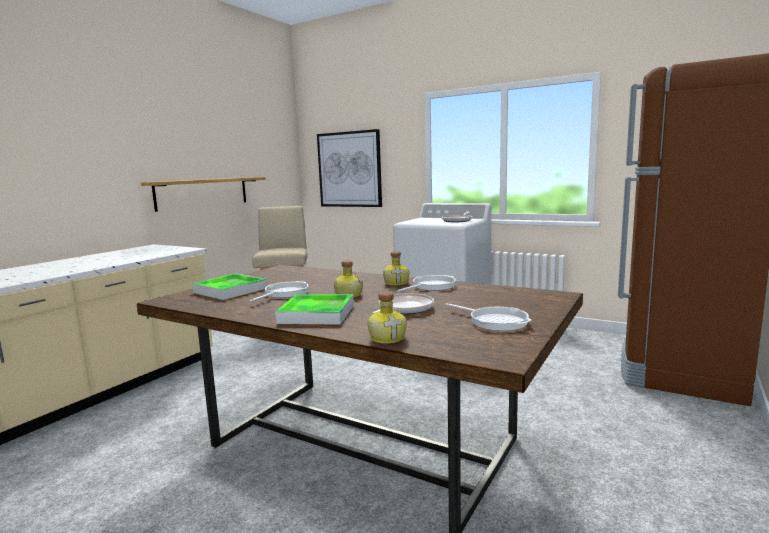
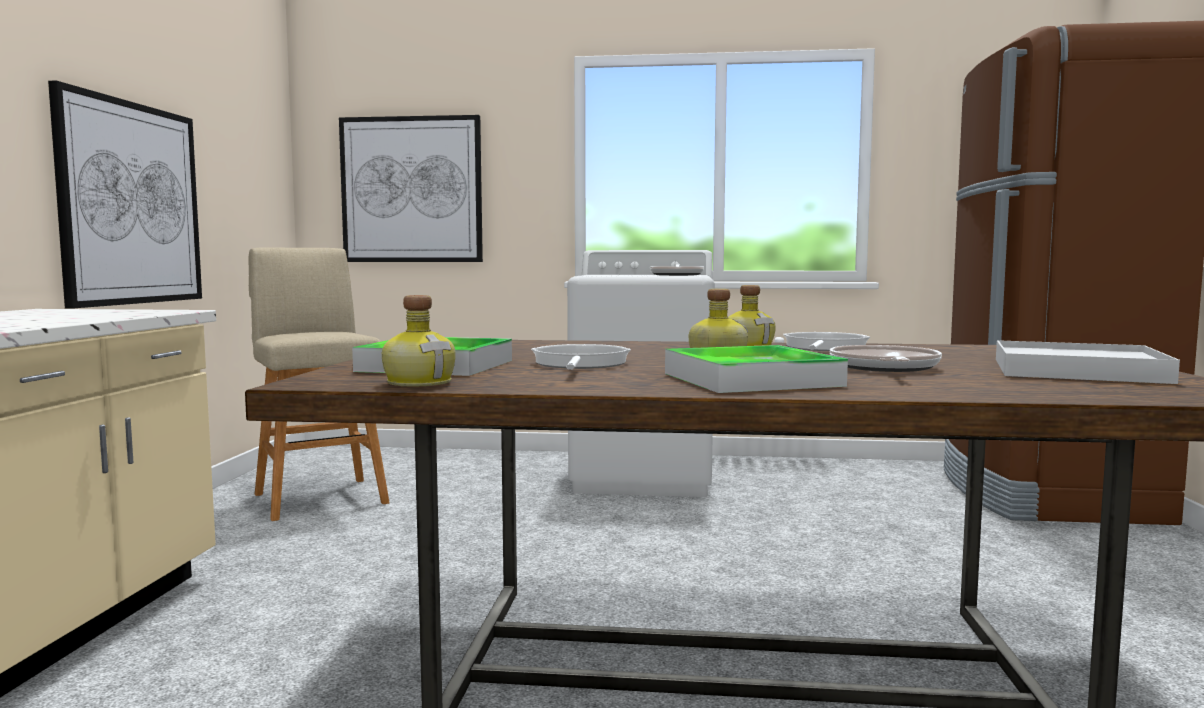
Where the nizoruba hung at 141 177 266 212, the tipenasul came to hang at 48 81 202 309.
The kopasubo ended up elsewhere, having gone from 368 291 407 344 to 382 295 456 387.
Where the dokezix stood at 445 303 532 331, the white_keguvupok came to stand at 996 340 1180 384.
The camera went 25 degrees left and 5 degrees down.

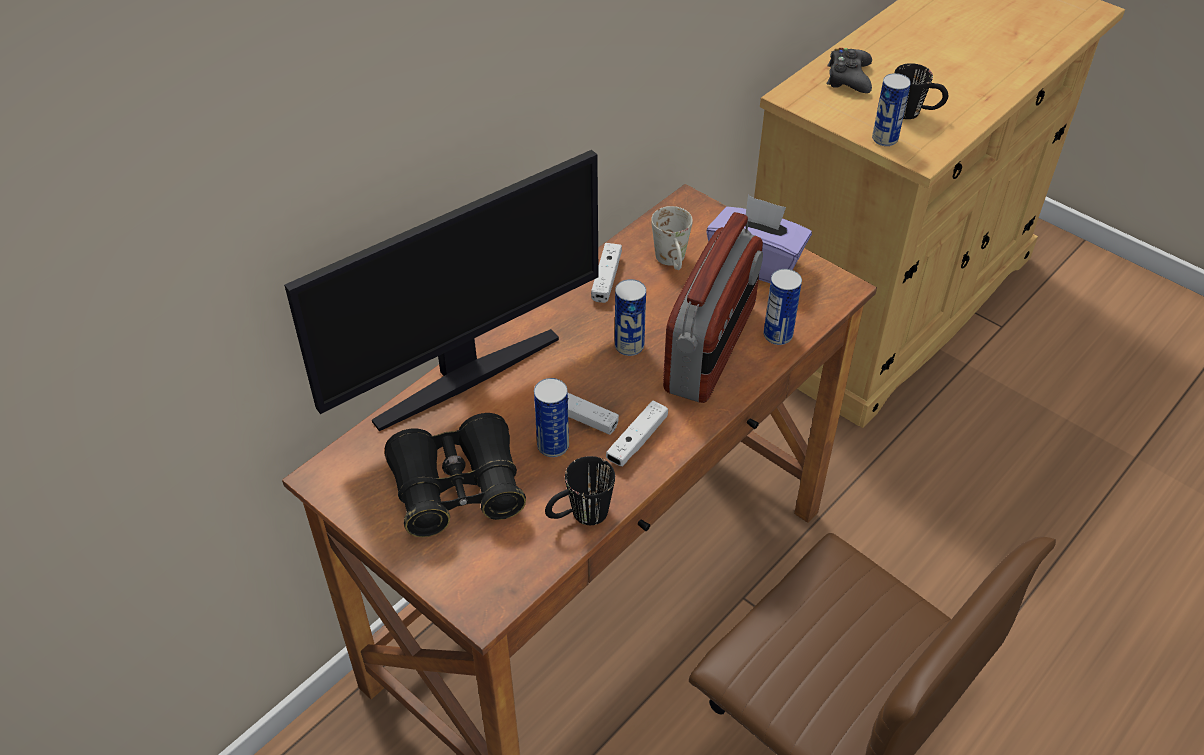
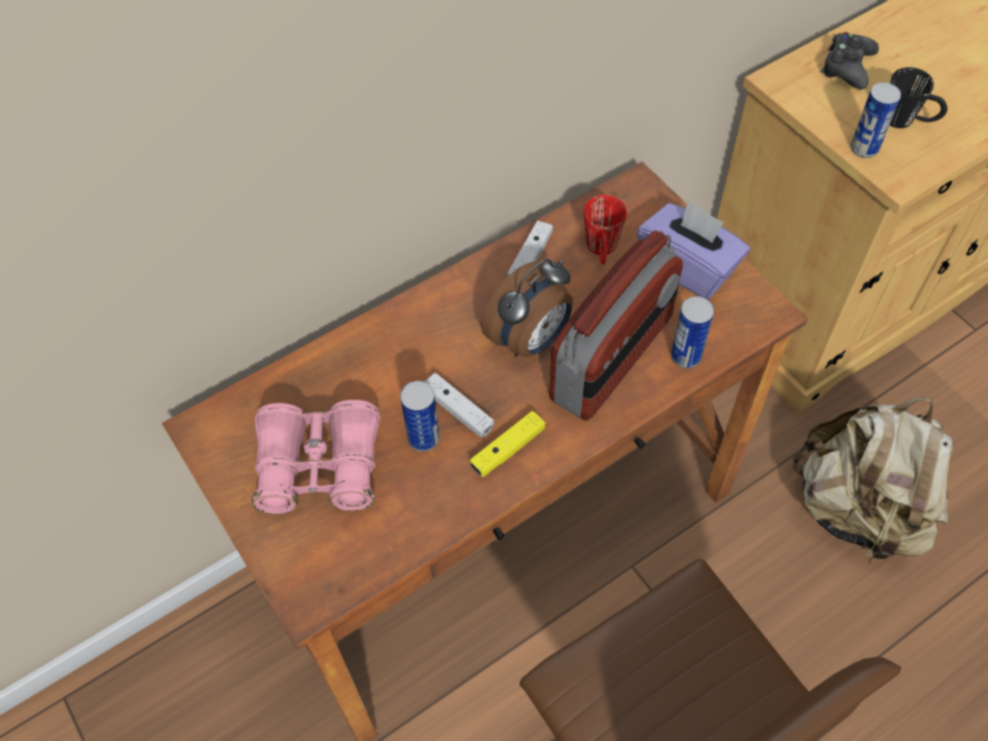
The second view lost the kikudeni at 284 150 599 431.
What was the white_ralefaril at 651 206 693 270 turned into the red_ralefaril at 584 195 627 265.
Where the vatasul stood at 615 279 646 356, the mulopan came to stand at 481 259 573 357.
What was the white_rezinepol at 606 401 668 466 turned into the yellow_rezinepol at 470 411 545 477.
What was the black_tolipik at 385 413 526 537 turned into the pink_tolipik at 251 400 380 515.
The second view lost the black_ralefaril at 545 456 615 525.
The second view gained the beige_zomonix at 793 397 954 565.
The camera went 15 degrees right and 10 degrees up.

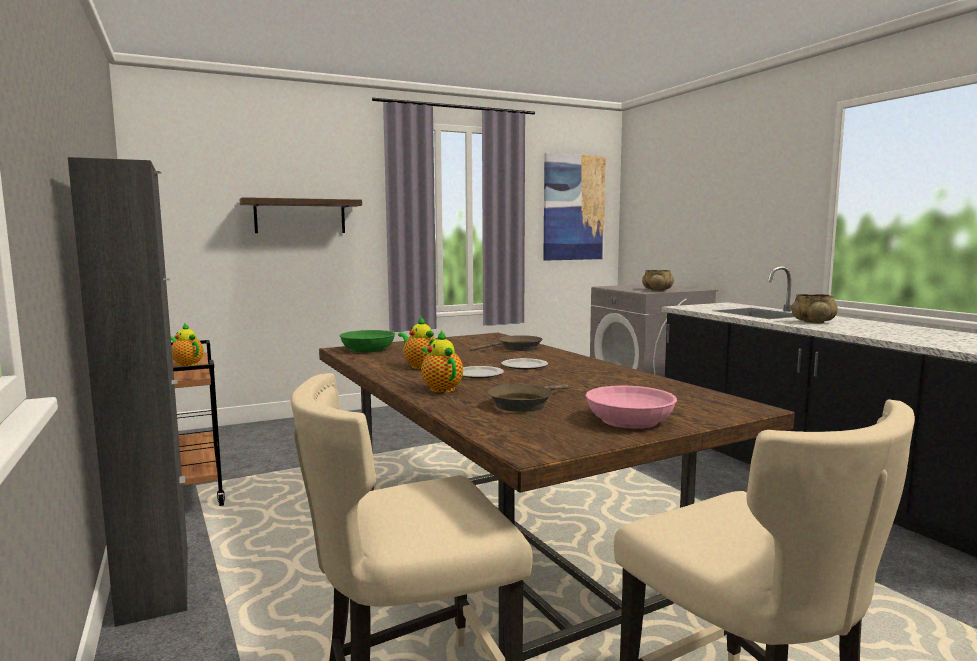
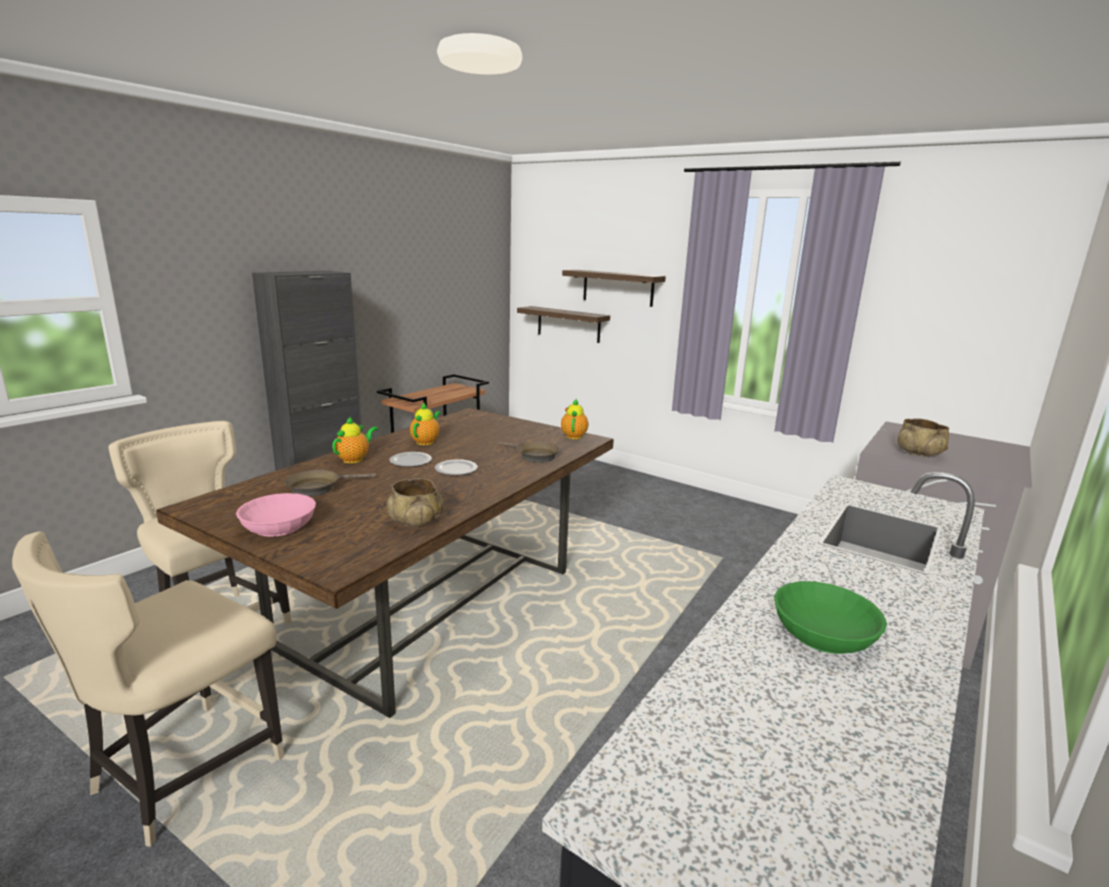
The second view lost the tipenasul at 543 153 606 261.
The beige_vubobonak ended up elsewhere, having gone from 791 294 838 324 to 387 478 444 527.
The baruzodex ended up elsewhere, having gone from 171 323 204 366 to 561 399 588 439.
The green_vubobonak ended up elsewhere, having gone from 340 330 395 352 to 774 581 887 654.
The brown_dokezix at 488 384 569 412 ended up facing another way, 45 degrees counterclockwise from before.
The second view gained the nizoruba at 517 306 610 343.
The camera went 60 degrees right and 10 degrees up.

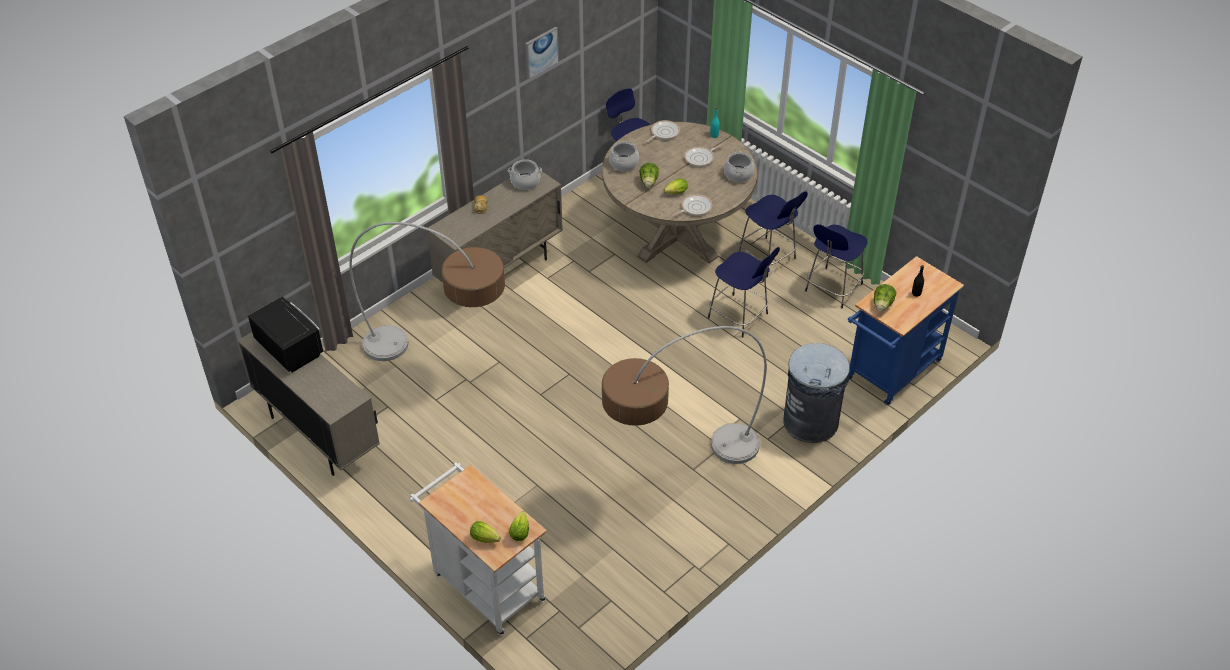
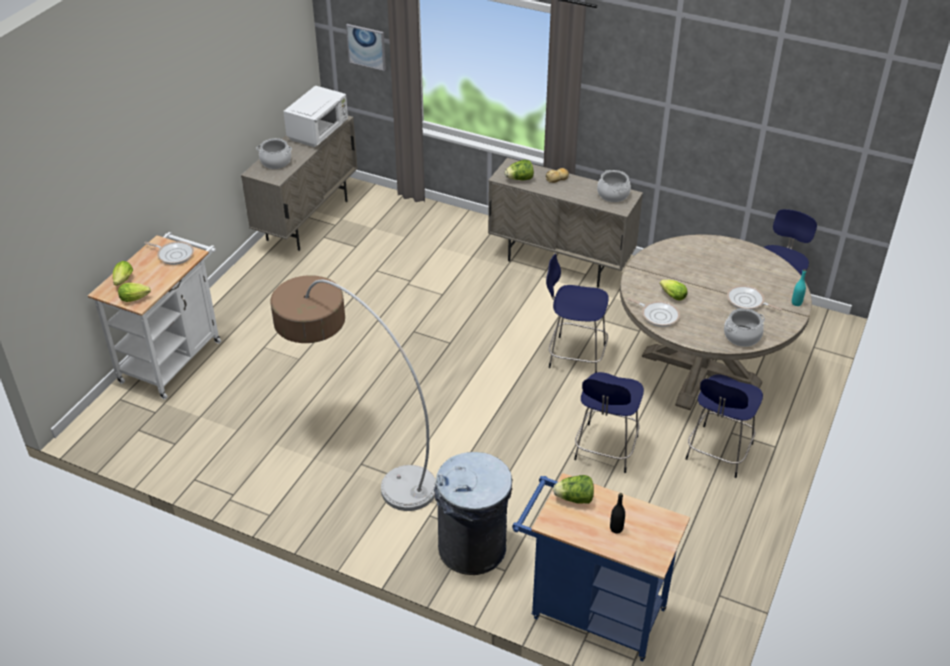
The tipenasul ended up elsewhere, having gone from 525 27 559 79 to 346 24 386 71.
The dokezix ended up elsewhere, having gone from 645 120 680 143 to 144 241 194 265.
The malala ended up elsewhere, having gone from 609 141 639 171 to 256 138 292 169.
The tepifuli ended up elsewhere, having gone from 640 163 659 187 to 505 160 534 181.
The second view lost the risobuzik at 349 222 505 361.
The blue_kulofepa ended up elsewhere, having gone from 805 224 868 309 to 546 253 609 373.
What was the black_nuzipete at 248 296 324 372 turned into the white_nuzipete at 283 86 348 147.
The camera went 70 degrees right and 5 degrees down.

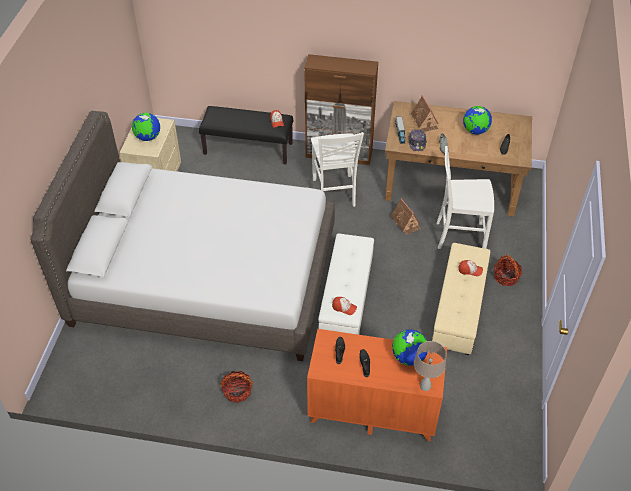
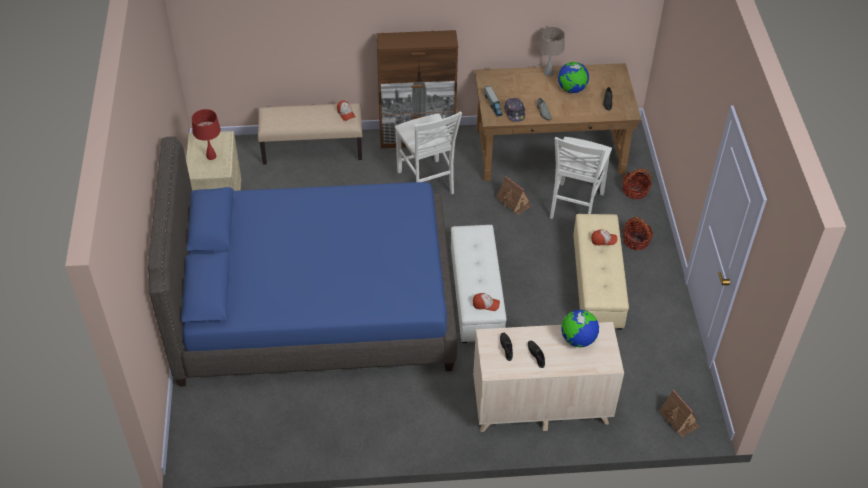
The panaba ended up elsewhere, having gone from 411 95 438 132 to 659 390 699 437.
What was the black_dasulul at 199 106 293 164 turned into the beige_dasulul at 258 103 362 165.
What was the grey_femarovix at 30 111 335 361 turned into the blue_femarovix at 148 136 457 387.
Where the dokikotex stood at 132 113 160 141, the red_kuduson came to stand at 192 109 221 160.
The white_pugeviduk at 436 146 494 249 ended up facing another way, 60 degrees counterclockwise from before.
What was the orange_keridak at 307 329 447 441 turned into the beige_keridak at 473 322 624 432.
The beige_kuduson ended up elsewhere, having gone from 414 341 446 391 to 538 27 565 76.
The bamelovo ended up elsewhere, having gone from 220 371 253 403 to 623 169 652 199.
The camera went 15 degrees left and 0 degrees up.

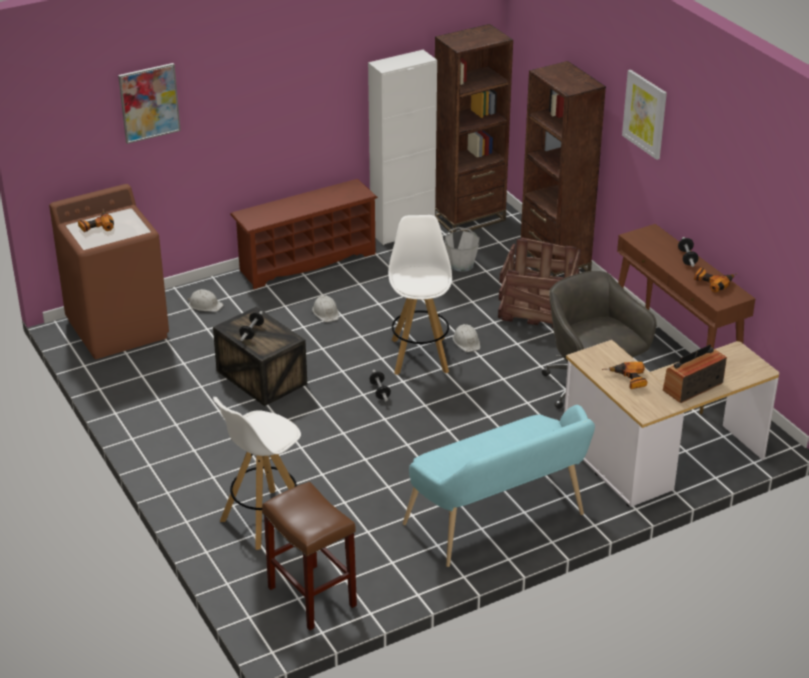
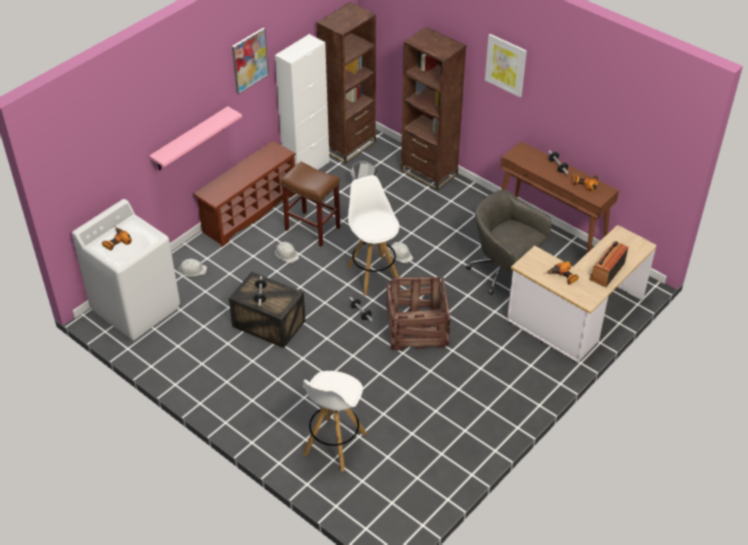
The tipenasul ended up elsewhere, having gone from 118 63 181 144 to 232 27 269 94.
What was the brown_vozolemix at 49 184 169 359 turned into the white_vozolemix at 72 199 180 340.
The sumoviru ended up elsewhere, having gone from 498 237 581 328 to 386 277 450 351.
The second view lost the turquoise_dasulul at 403 405 595 567.
The brown_kulofepa ended up elsewhere, having gone from 262 482 357 630 to 281 161 340 247.
The second view gained the pink_nizoruba at 149 106 242 170.
The camera went 20 degrees left and 10 degrees up.

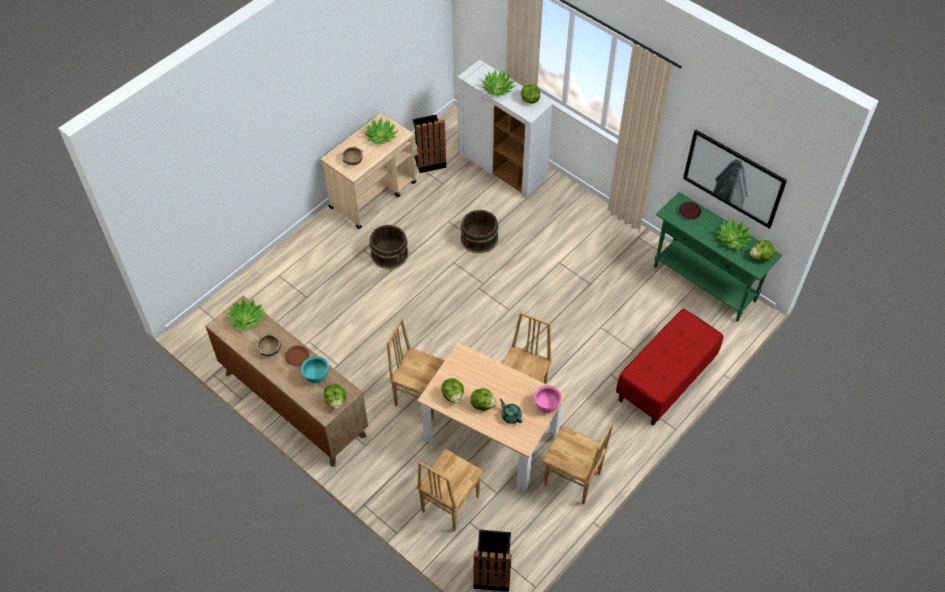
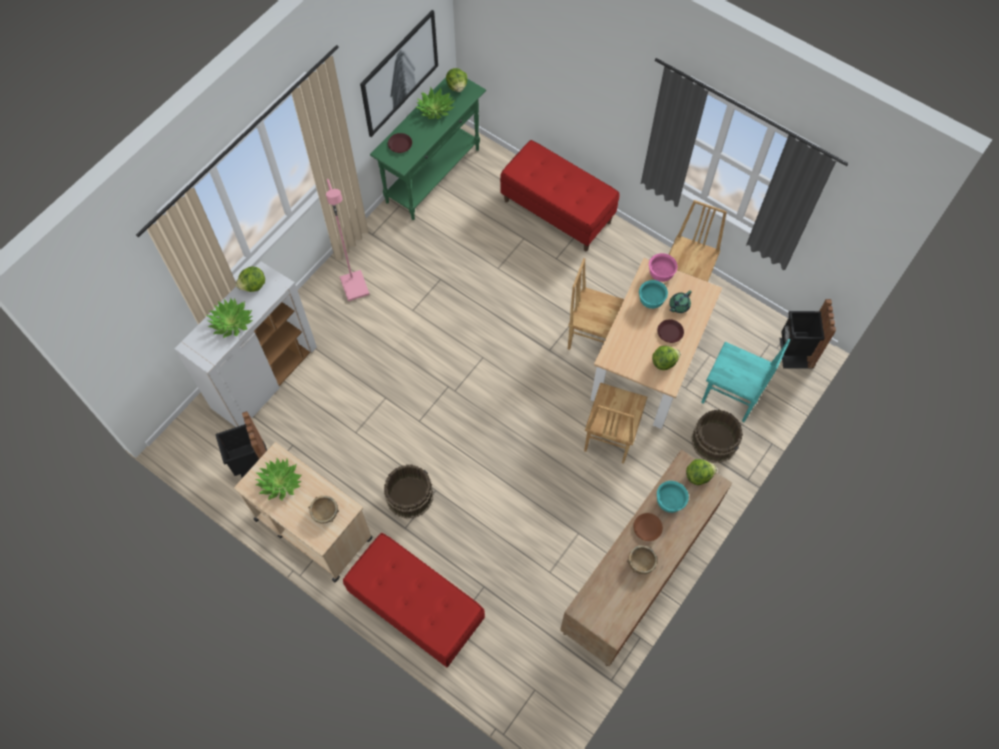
The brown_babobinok ended up elsewhere, having gone from 460 210 499 253 to 691 409 743 463.
The second view lost the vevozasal at 226 299 265 331.
Where the tepifuli stood at 470 388 497 411, the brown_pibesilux came to stand at 657 319 684 343.
What was the brown_pugeviduk at 417 448 484 532 turned into the turquoise_pugeviduk at 701 339 790 422.
The second view gained the pink_risobuzik at 326 179 370 301.
The second view gained the turquoise_vubobonak at 639 280 668 309.
The second view gained the red_dasulul at 343 533 485 667.
The camera went 95 degrees left and 10 degrees up.

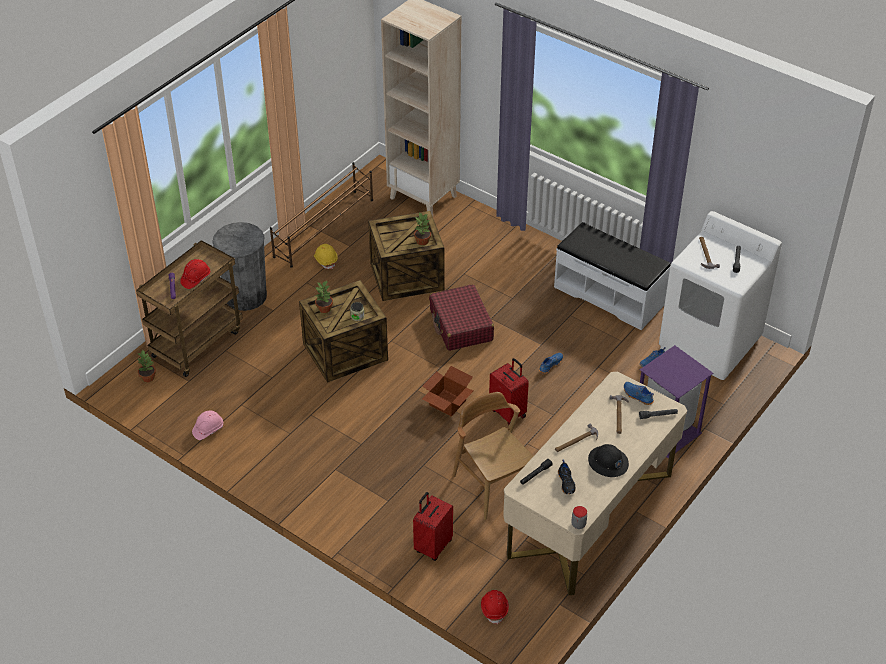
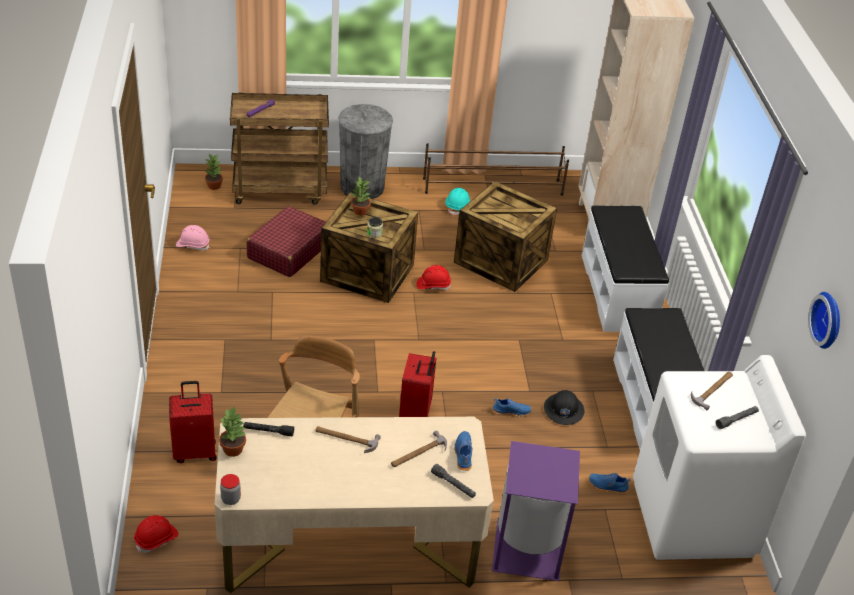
The vevozasal ended up elsewhere, having gone from 414 212 431 245 to 219 405 246 457.
What was the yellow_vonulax at 314 244 338 269 turned into the turquoise_vonulax at 446 188 470 216.
The red_vonulax ended up elsewhere, having gone from 180 259 210 289 to 416 265 451 290.
The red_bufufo ended up elsewhere, having gone from 429 284 494 351 to 247 206 326 277.
The second view lost the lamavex at 422 366 473 416.
The black_vonulax ended up elsewhere, having gone from 588 444 629 477 to 544 390 584 425.
The second view lost the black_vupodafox at 558 460 576 494.
The second view gained the white_dasulul at 582 205 669 332.
The second view gained the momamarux at 808 292 840 349.
The camera went 45 degrees right and 5 degrees down.

